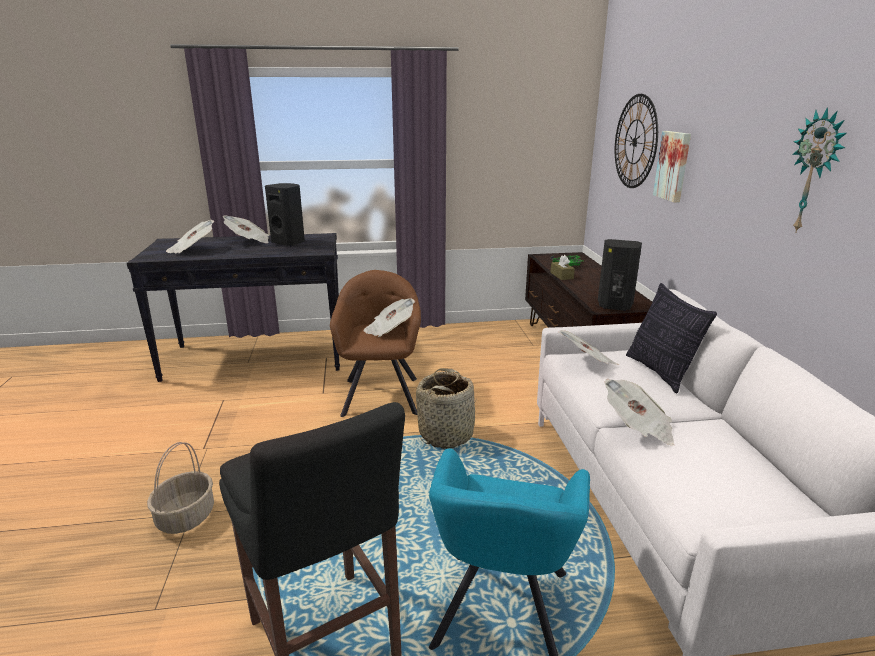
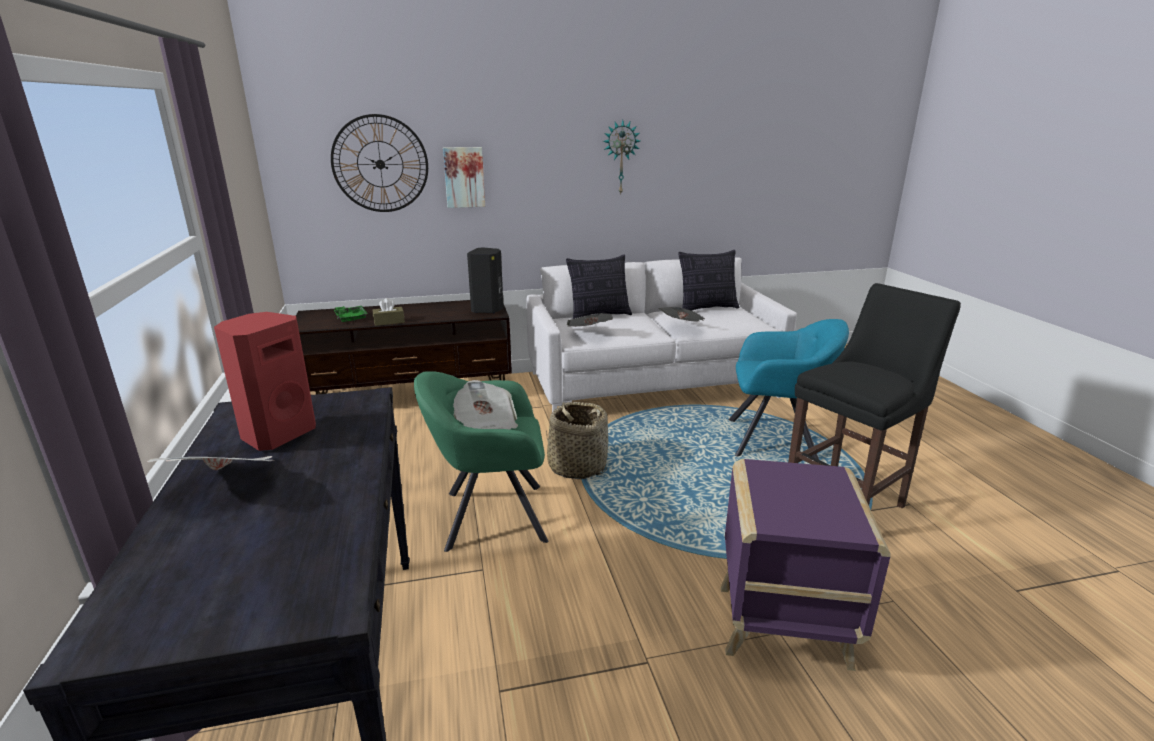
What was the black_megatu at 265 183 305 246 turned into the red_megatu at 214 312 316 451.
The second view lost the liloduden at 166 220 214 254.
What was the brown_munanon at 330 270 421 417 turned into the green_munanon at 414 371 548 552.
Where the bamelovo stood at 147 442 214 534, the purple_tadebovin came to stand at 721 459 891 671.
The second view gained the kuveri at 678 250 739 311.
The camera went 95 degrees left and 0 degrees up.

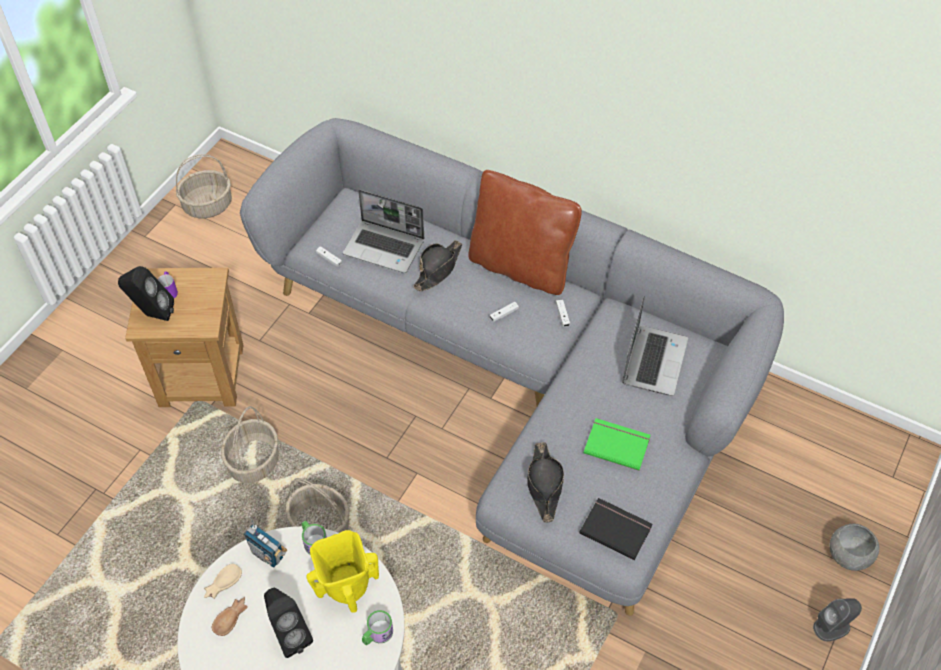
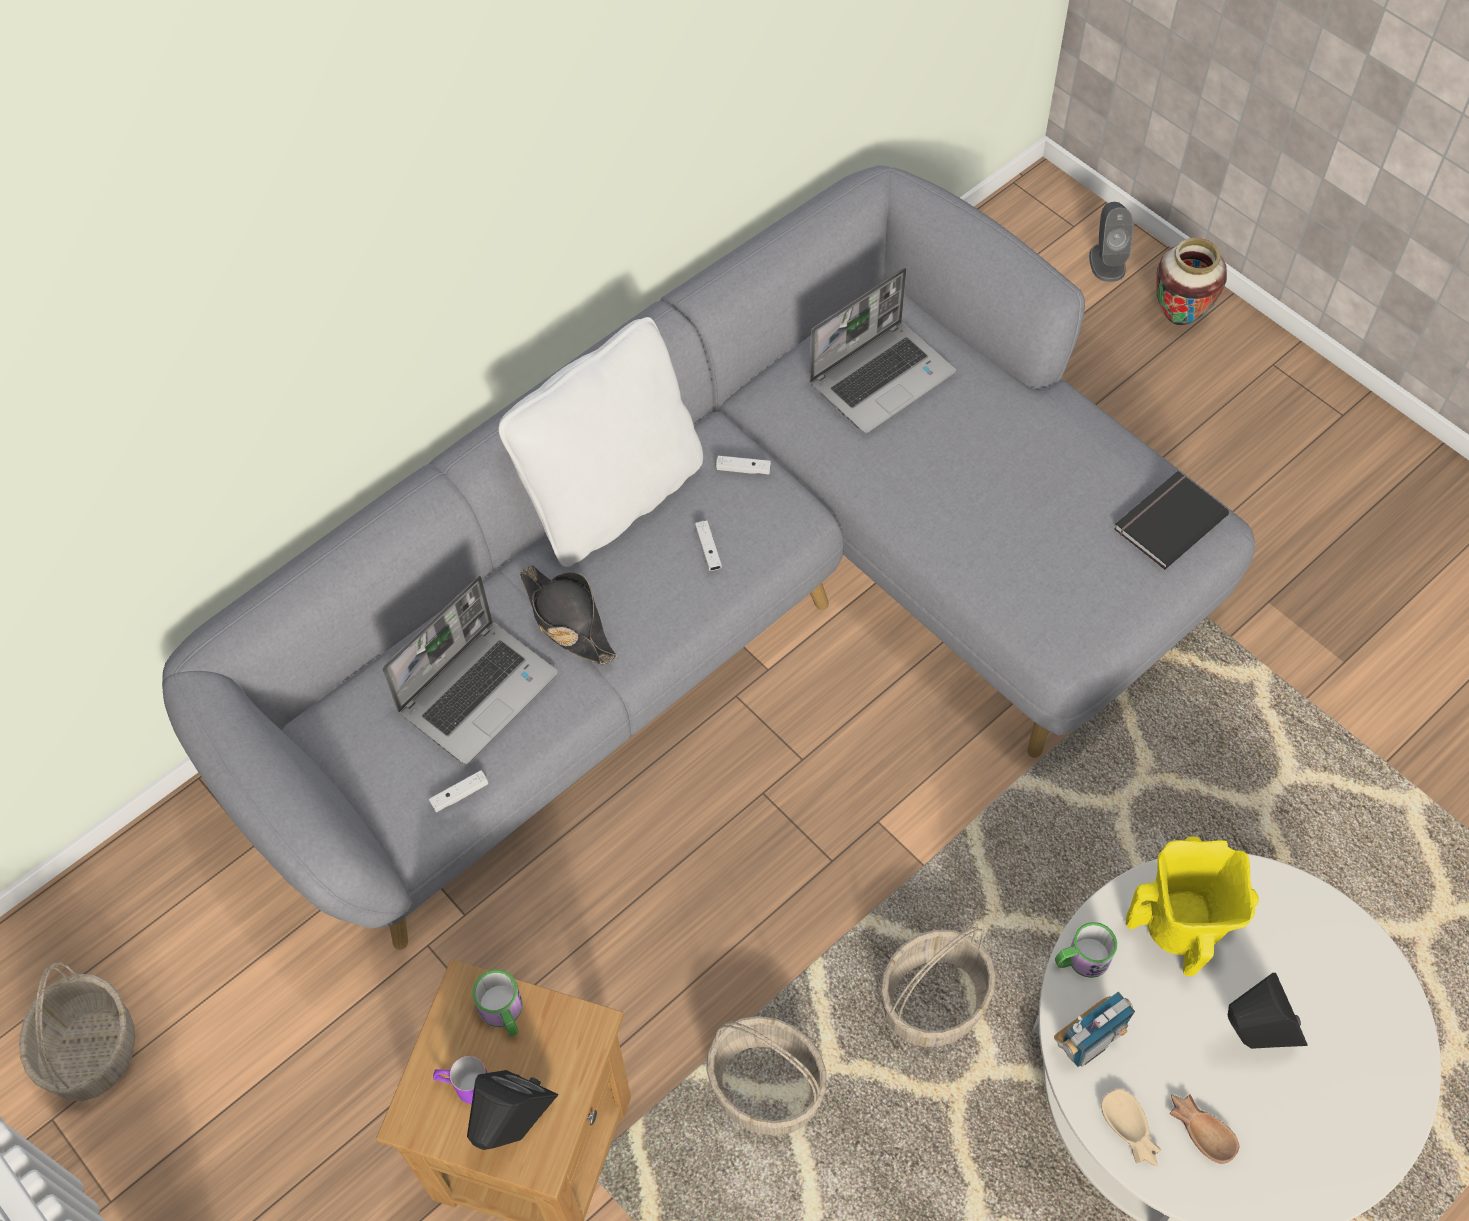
What was the brown_kuveri at 468 170 582 295 turned into the white_kuveri at 499 317 703 567.
The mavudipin at 622 296 688 396 ended up facing another way, 105 degrees clockwise from before.
The second view lost the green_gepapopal at 584 418 651 471.
The second view lost the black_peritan at 527 442 564 523.
Where the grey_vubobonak stood at 830 524 879 571, the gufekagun came to stand at 1156 238 1227 326.
The grey_megatu ended up elsewhere, having gone from 813 598 862 641 to 1089 202 1134 282.
The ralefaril ended up elsewhere, having gone from 362 610 393 645 to 472 970 523 1037.
The camera went 70 degrees left and 5 degrees up.

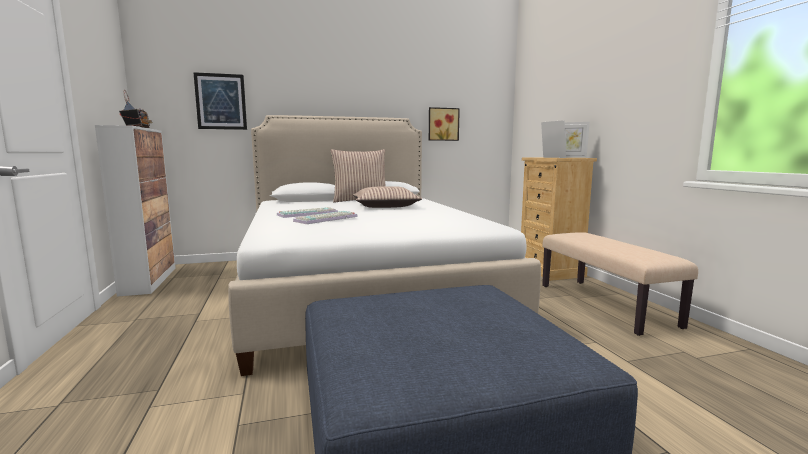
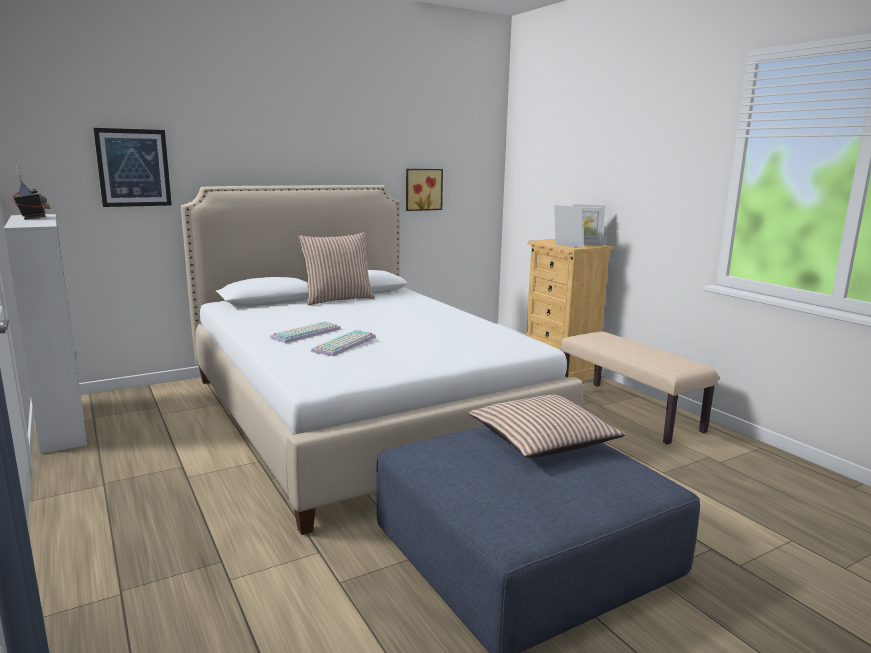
The kuveri ended up elsewhere, having gone from 353 186 422 208 to 468 395 626 458.
The camera went 15 degrees left and 5 degrees up.

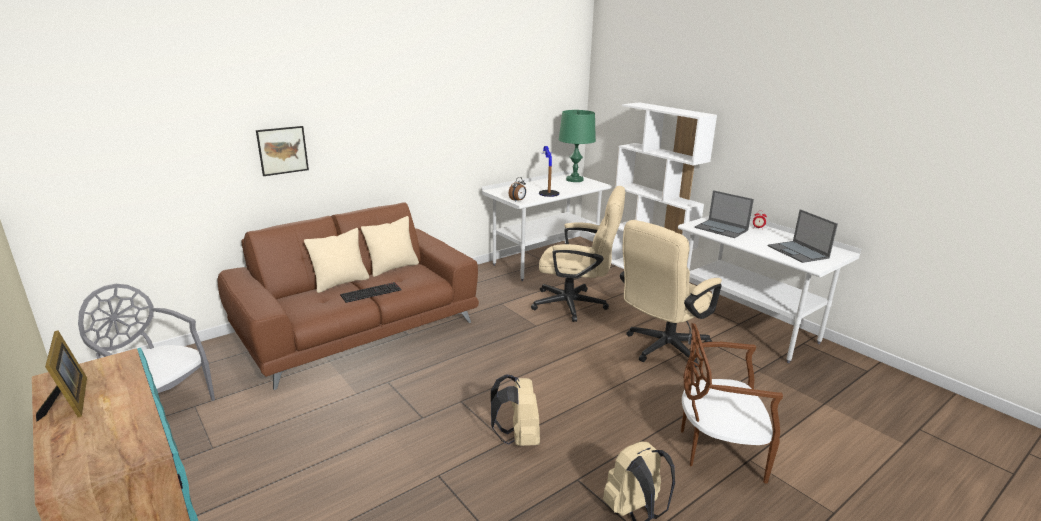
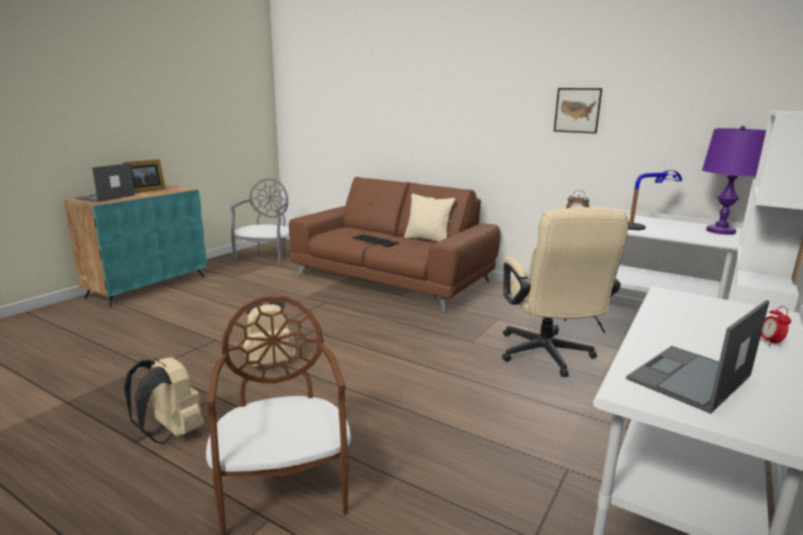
What was the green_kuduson at 559 110 596 182 turned into the purple_kuduson at 702 126 766 235.
The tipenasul ended up elsewhere, having gone from 256 126 309 176 to 554 88 602 134.
The mavudipin ended up elsewhere, having gone from 695 190 754 238 to 76 163 135 202.
The second view lost the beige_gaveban at 620 220 722 367.
The second view lost the beige_kuveri at 304 228 369 293.
The camera went 70 degrees right and 5 degrees down.

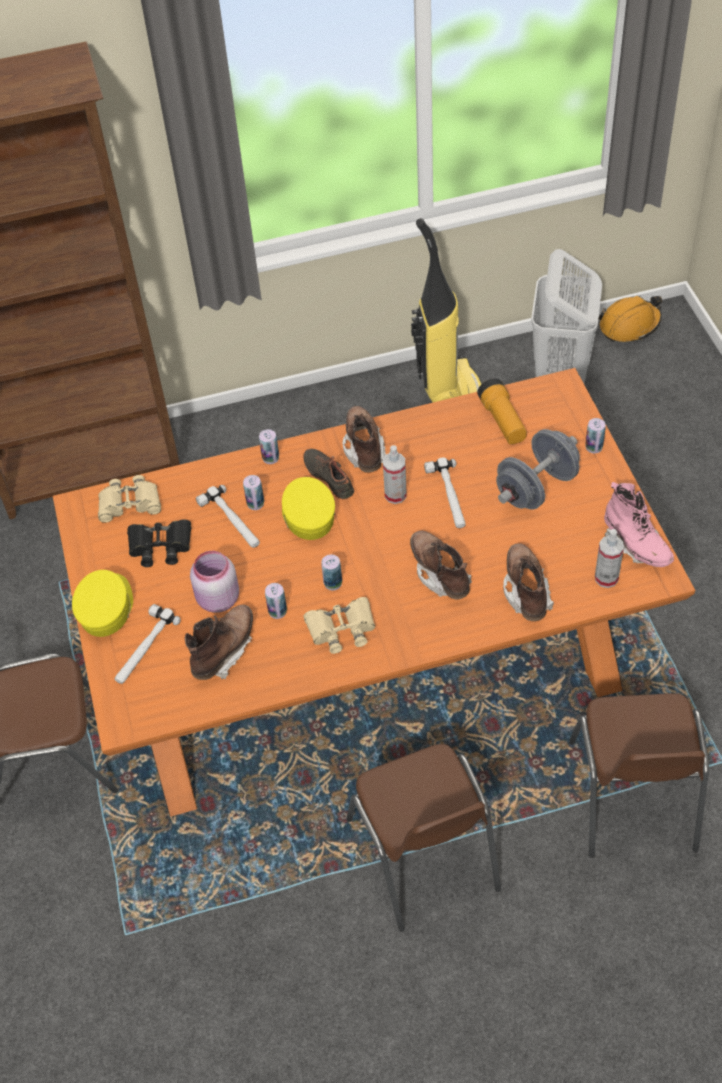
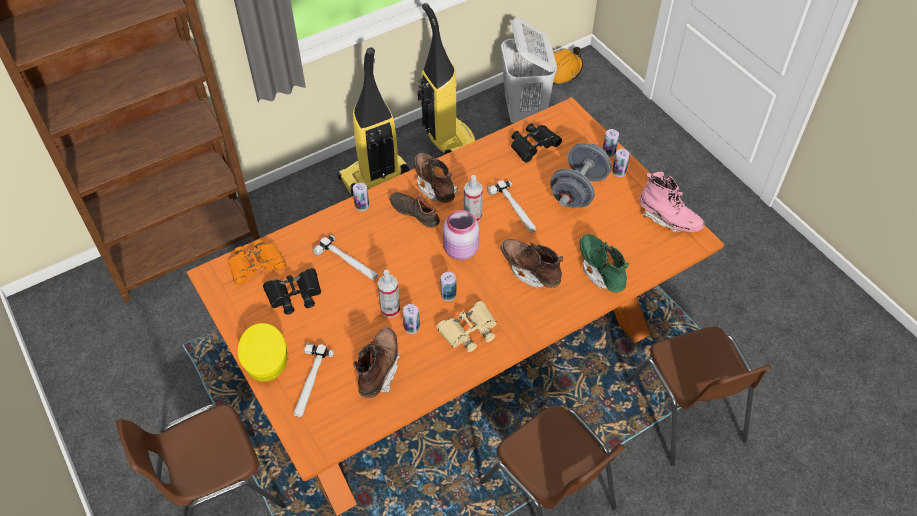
Where the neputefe stood at 477 378 527 444, the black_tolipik came to stand at 511 123 562 163.
What was the beige_tolipik at 98 475 161 523 turned into the orange_tolipik at 228 240 286 285.
The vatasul ended up elsewhere, having gone from 243 475 264 510 to 612 149 630 177.
The second view lost the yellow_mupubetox at 282 477 335 540.
The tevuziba ended up elsewhere, having gone from 595 529 624 588 to 377 270 400 318.
What was the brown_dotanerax at 503 543 554 621 turned into the green_dotanerax at 579 234 629 293.
The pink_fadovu ended up elsewhere, having gone from 190 551 239 613 to 443 210 479 260.
The second view gained the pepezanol at 337 47 409 196.
The camera went 20 degrees left and 0 degrees up.

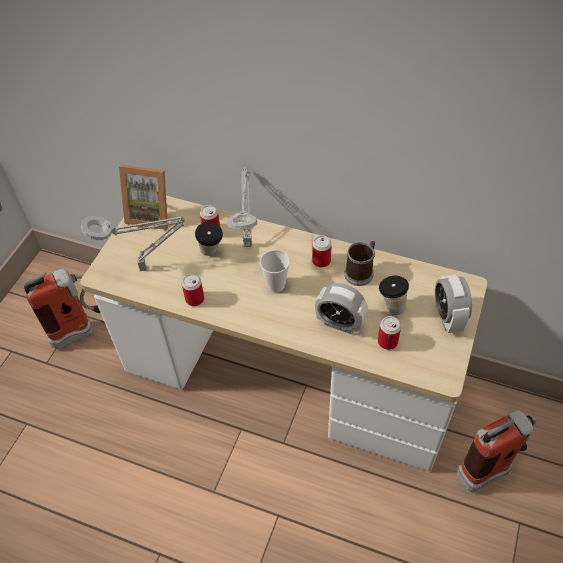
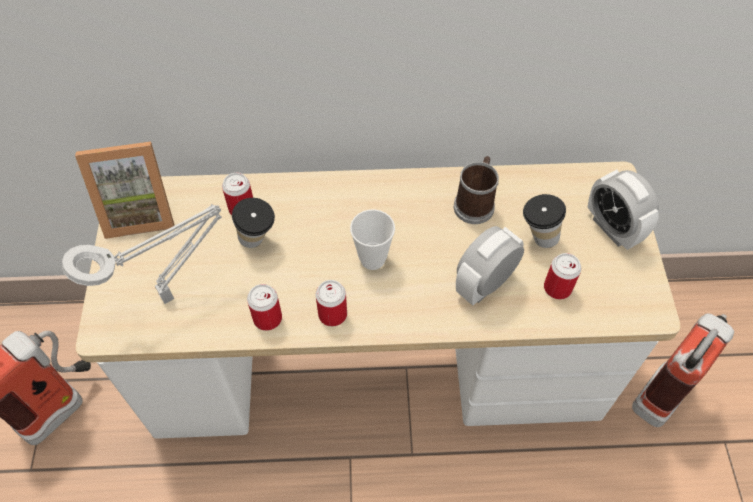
The second view lost the grey_kuduson at 227 167 257 247.
The vatasul ended up elsewhere, having gone from 312 235 332 268 to 315 280 347 326.
The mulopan at 315 283 368 334 ended up facing another way, 135 degrees clockwise from before.
The camera went 25 degrees left and 5 degrees up.

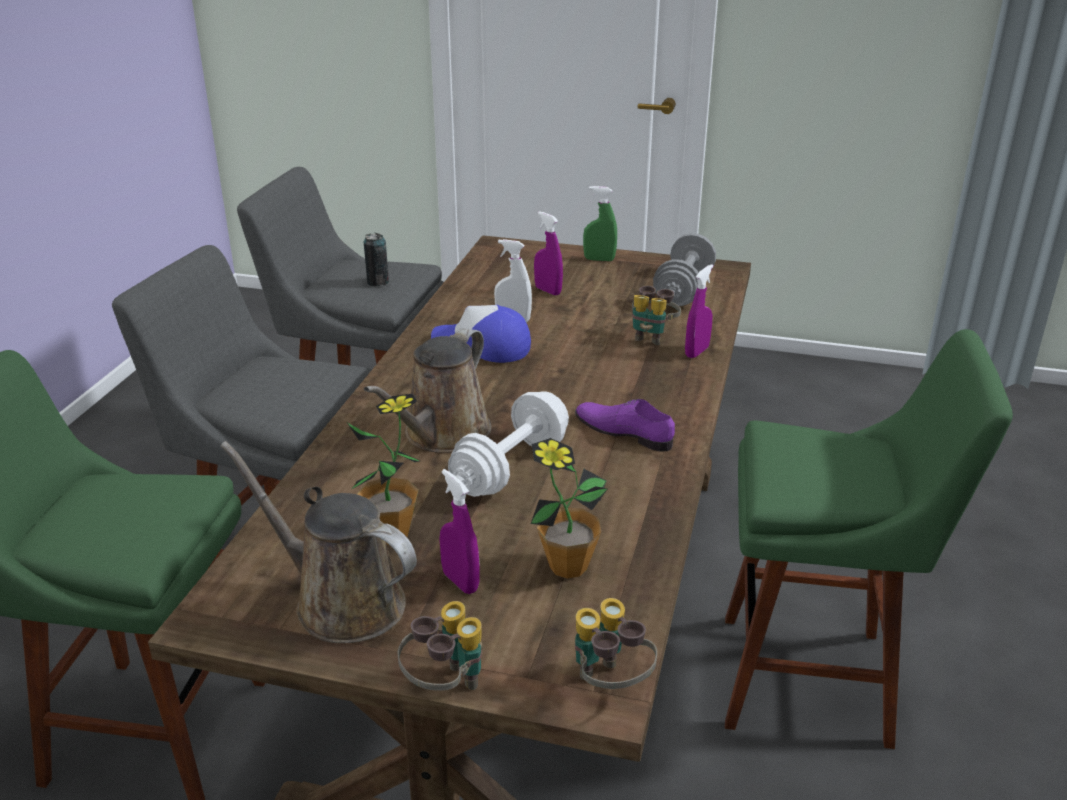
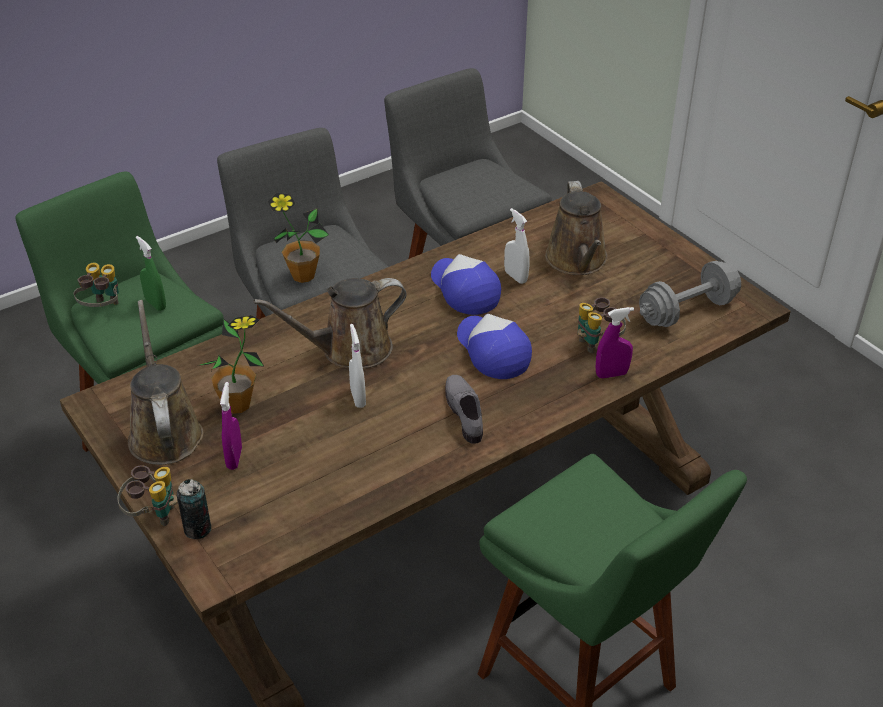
The green_tevuziba ended up elsewhere, having gone from 583 186 617 261 to 136 236 166 311.
Where the purple_tevuziba stood at 534 211 563 295, the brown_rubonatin came to stand at 545 181 608 275.
The vatasul ended up elsewhere, having gone from 364 233 389 286 to 177 479 211 539.
Where the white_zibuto stood at 448 391 569 497, the white_tevuziba came to stand at 349 324 366 408.
What was the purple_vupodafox at 575 399 675 451 turned into the grey_vupodafox at 445 375 483 444.
The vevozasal ended up elsewhere, having gone from 531 438 608 579 to 268 193 329 283.
The tolipik ended up elsewhere, having gone from 575 598 657 689 to 74 262 119 307.
The second view gained the mupubetox at 457 314 532 379.
The camera went 40 degrees right and 10 degrees up.

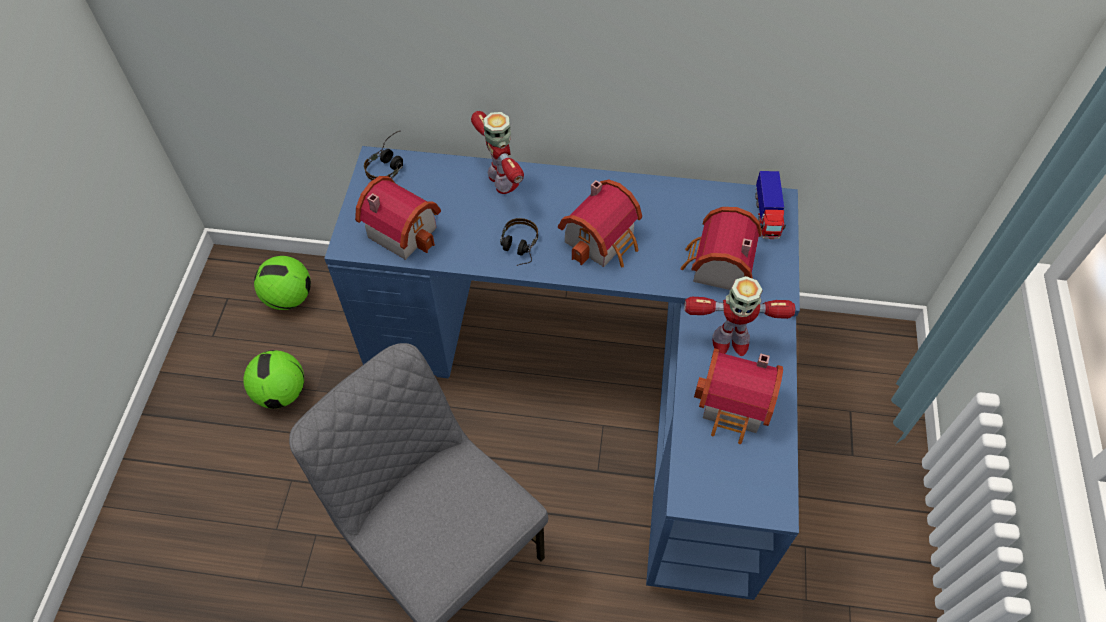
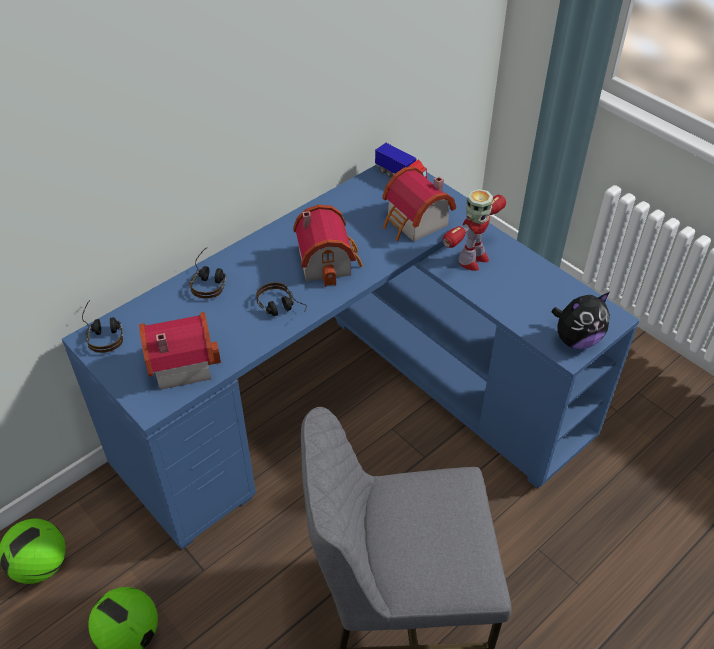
Where the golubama stood at 471 111 524 194, the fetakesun came to stand at 190 248 226 299.
The second view lost the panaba at 694 348 783 444.
The second view gained the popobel at 551 292 610 349.
The camera went 50 degrees left and 10 degrees down.

